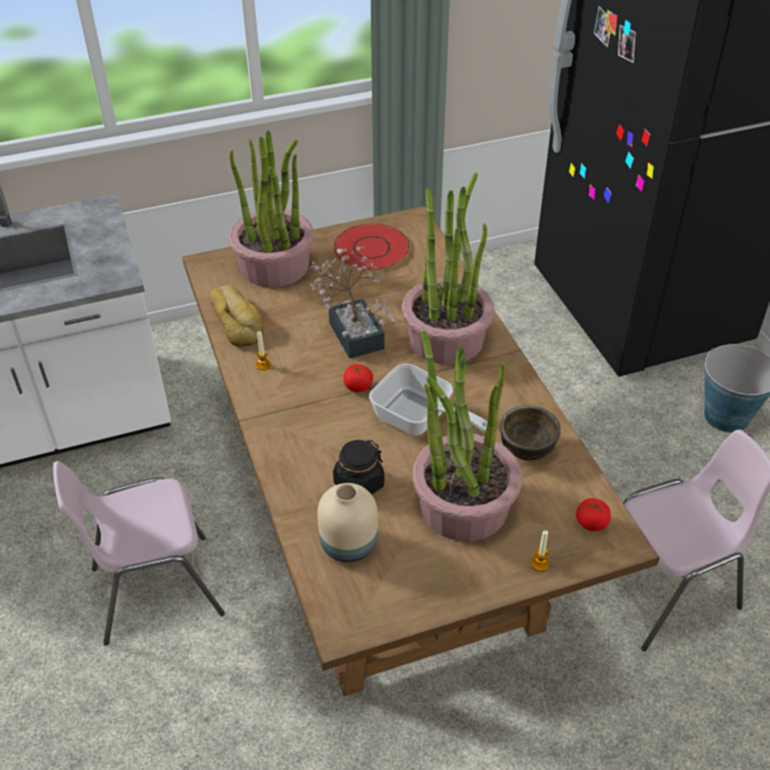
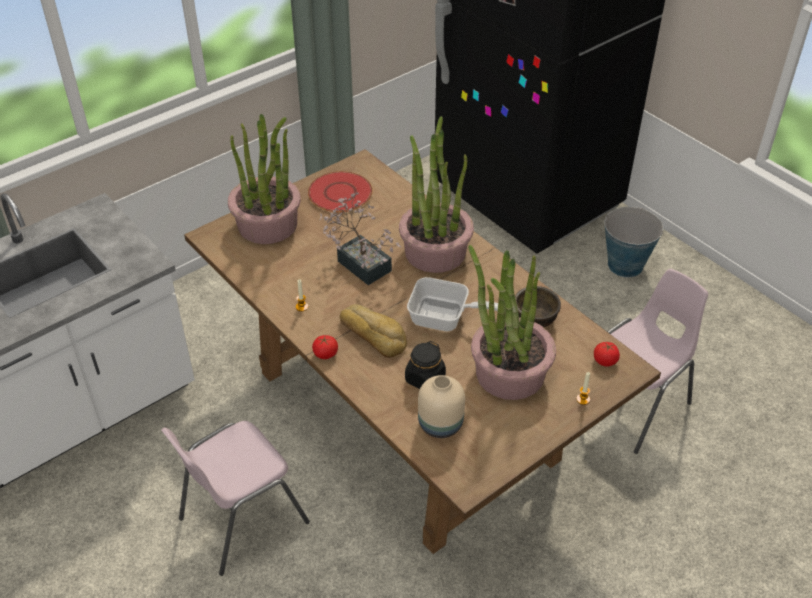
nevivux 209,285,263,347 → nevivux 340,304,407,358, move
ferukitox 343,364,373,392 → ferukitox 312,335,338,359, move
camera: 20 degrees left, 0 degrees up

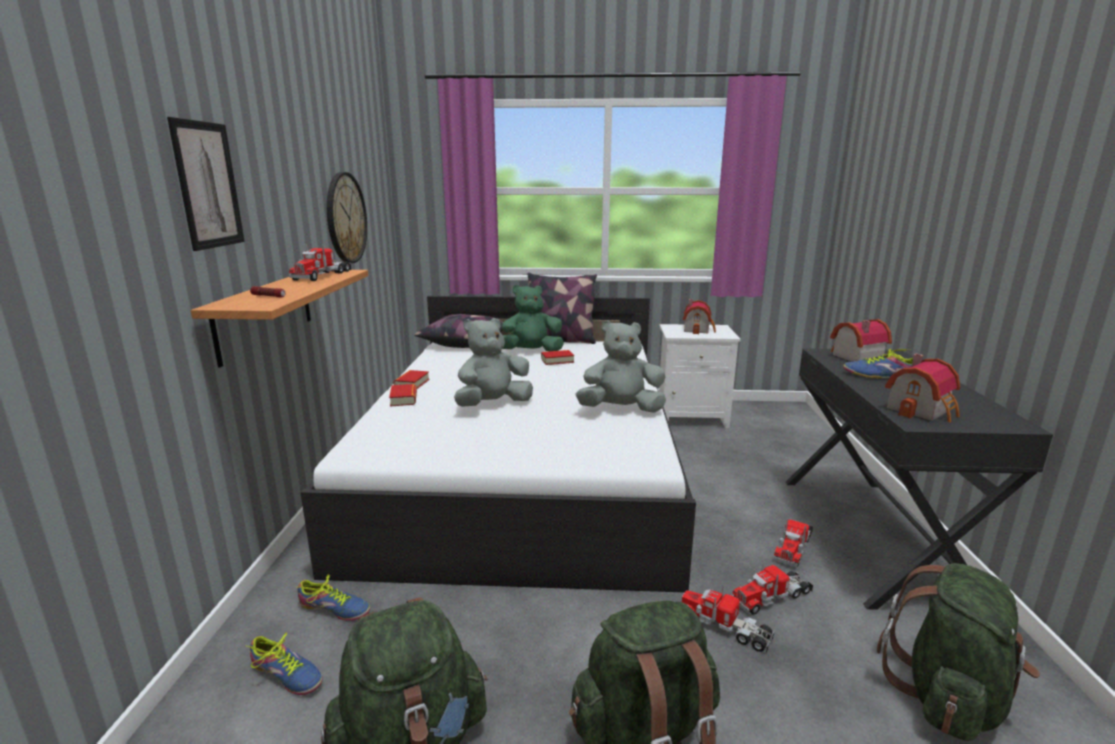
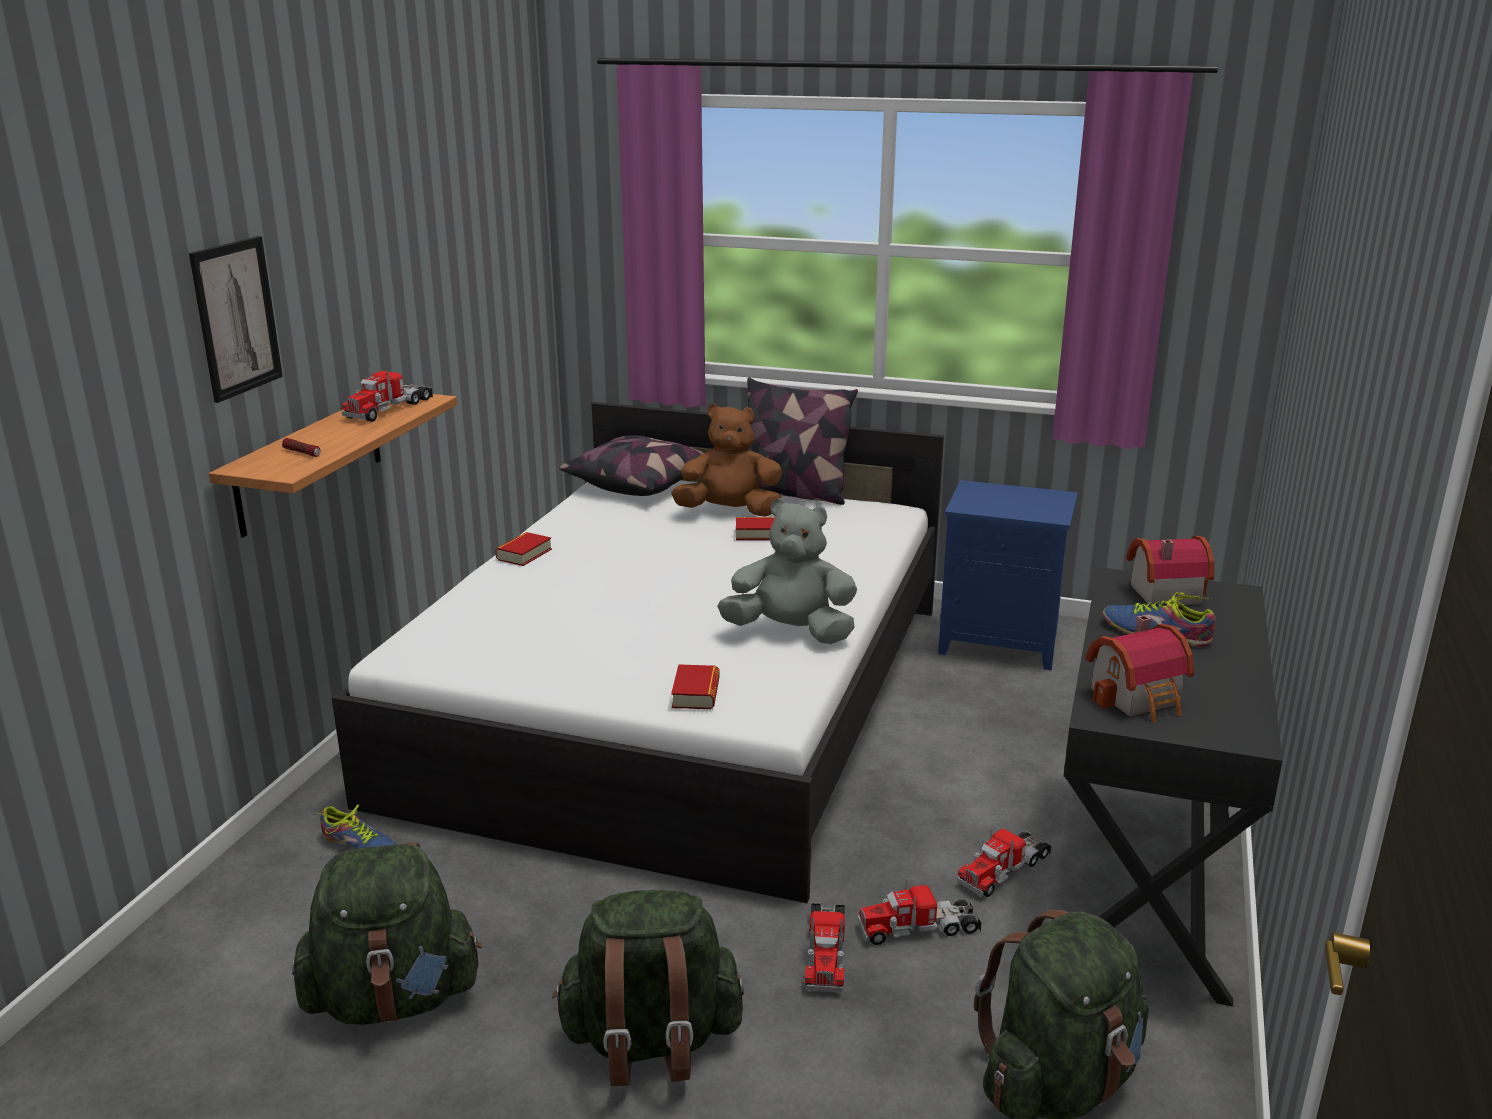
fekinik 245,633,322,695 → -
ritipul 327,172,367,263 → -
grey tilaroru 454,318,533,407 → -
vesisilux 683,299,716,334 → -
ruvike 389,384,417,406 → ruvike 671,664,719,709, move
green tilaroru 502,285,564,351 → brown tilaroru 671,403,782,517
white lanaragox 659,324,741,428 → blue lanaragox 938,480,1078,670
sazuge 682,586,775,653 → sazuge 805,902,845,993, 135 degrees counterclockwise
camera: 15 degrees right, 5 degrees up

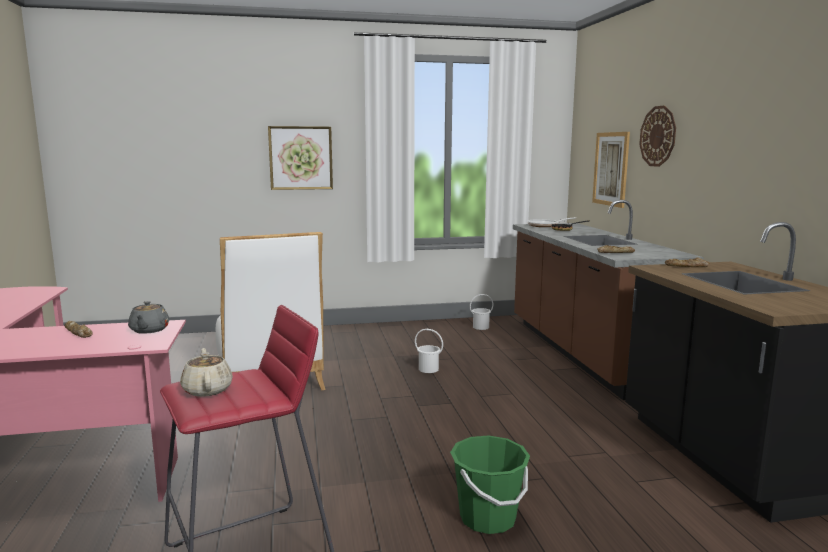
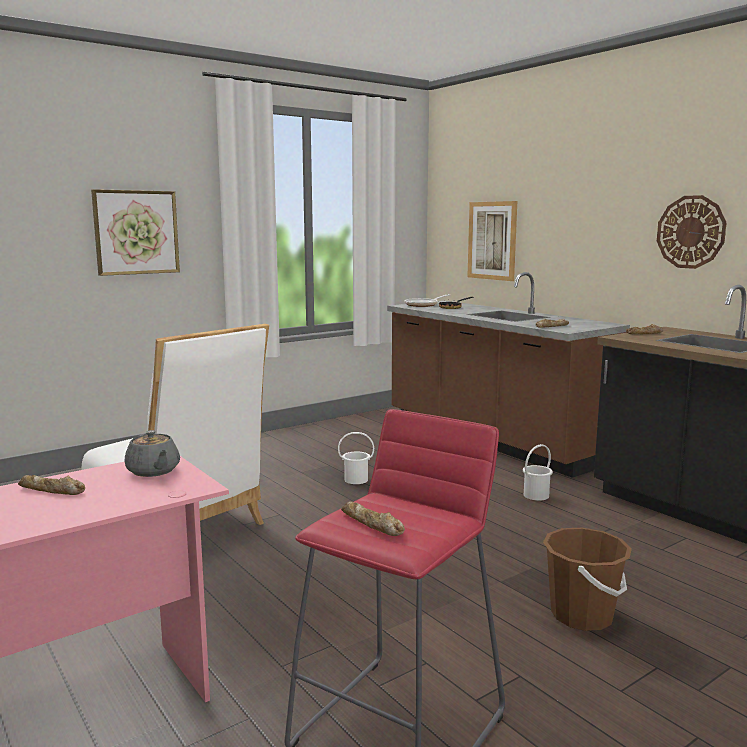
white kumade 470,294,493,330 → white kumade 523,444,553,501, move
ritipul 639,105,676,167 → ritipul 657,195,727,269, move
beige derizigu 180,348,233,397 → nevivux 341,501,405,536
green kumade 450,435,530,534 → brown kumade 543,528,632,631
camera: 25 degrees left, 0 degrees up

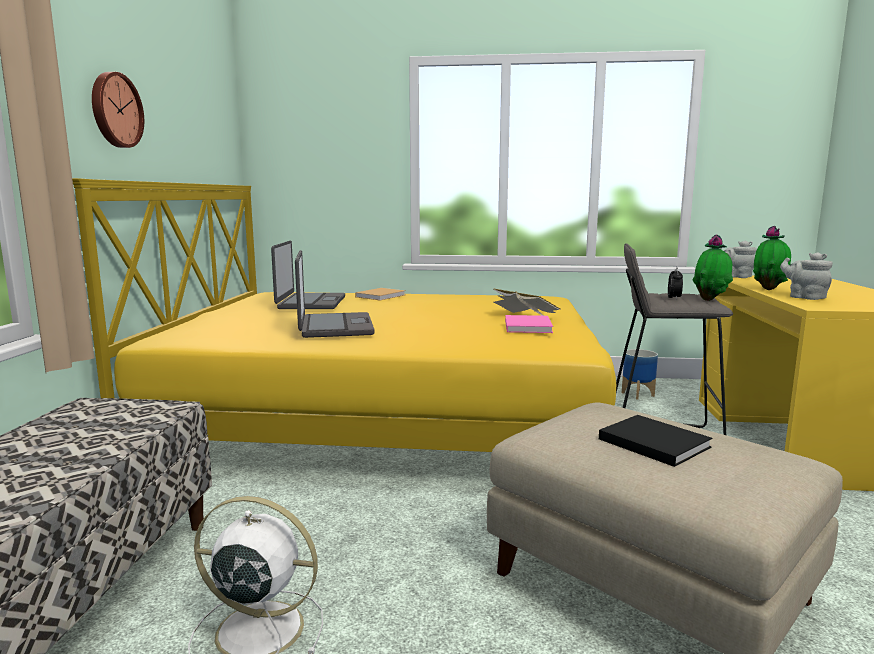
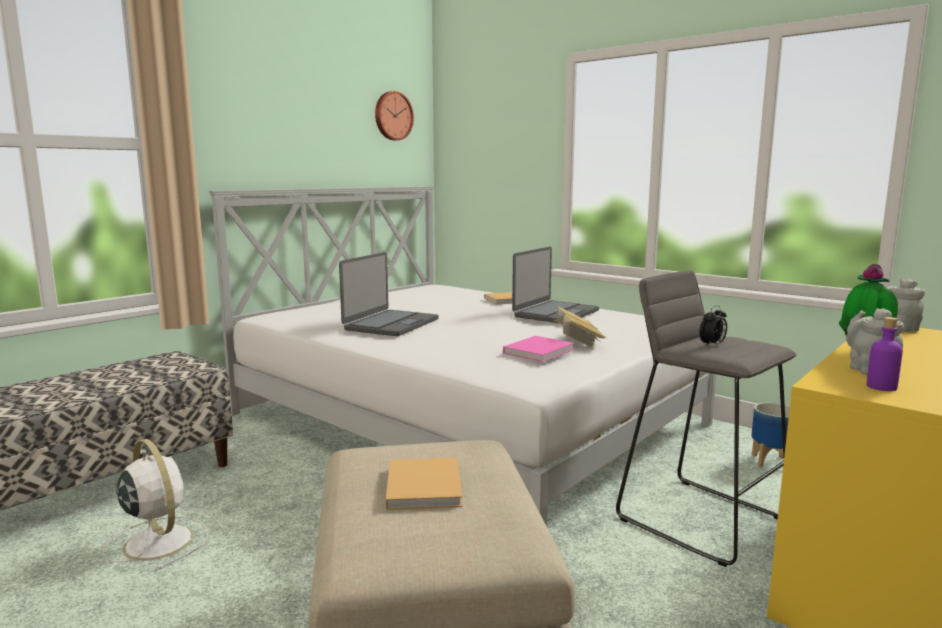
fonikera 693,234,733,301 → -
- → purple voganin 867,317,903,391
ritipul 92,72,144,148 → ritipul 375,91,414,140, move
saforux 271,240,345,309 → saforux 512,247,599,323, move
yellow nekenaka 72,178,616,452 → white nekenaka 209,186,716,526
black ruvike 599,415,712,467 → beige ruvike 386,458,462,510
camera: 35 degrees right, 0 degrees up

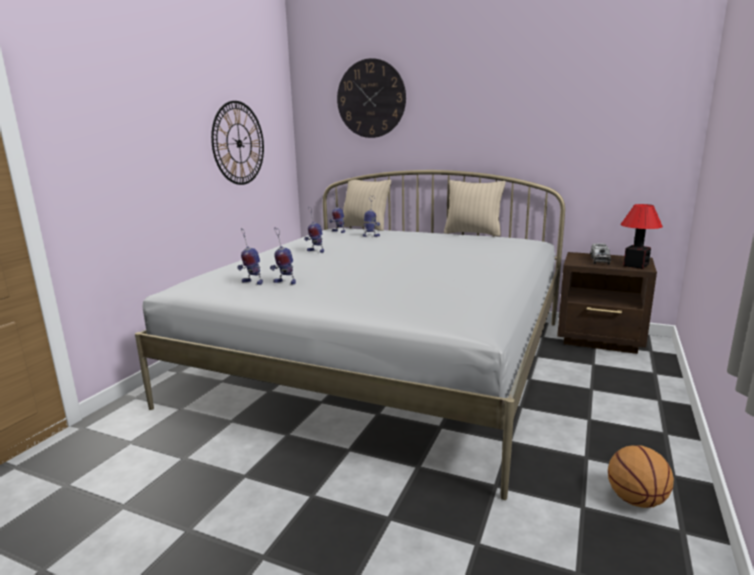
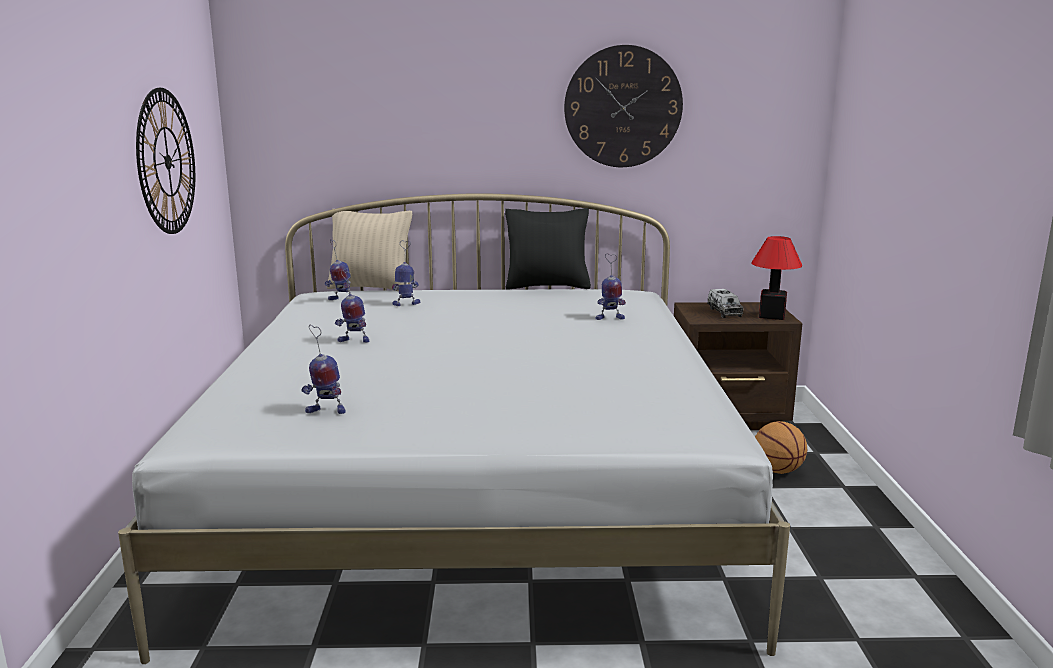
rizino 270,228,296,284 → rizino 595,254,626,320, move
ritipul 337,58,406,138 → ritipul 564,45,683,167, move
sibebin 608,445,674,508 → sibebin 755,421,807,474, move
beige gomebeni 444,180,506,237 → black gomebeni 505,208,591,290
camera: 25 degrees left, 0 degrees up

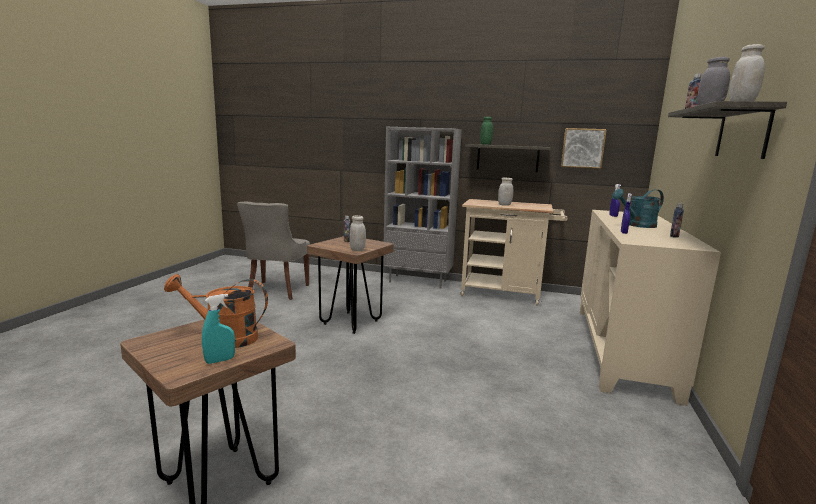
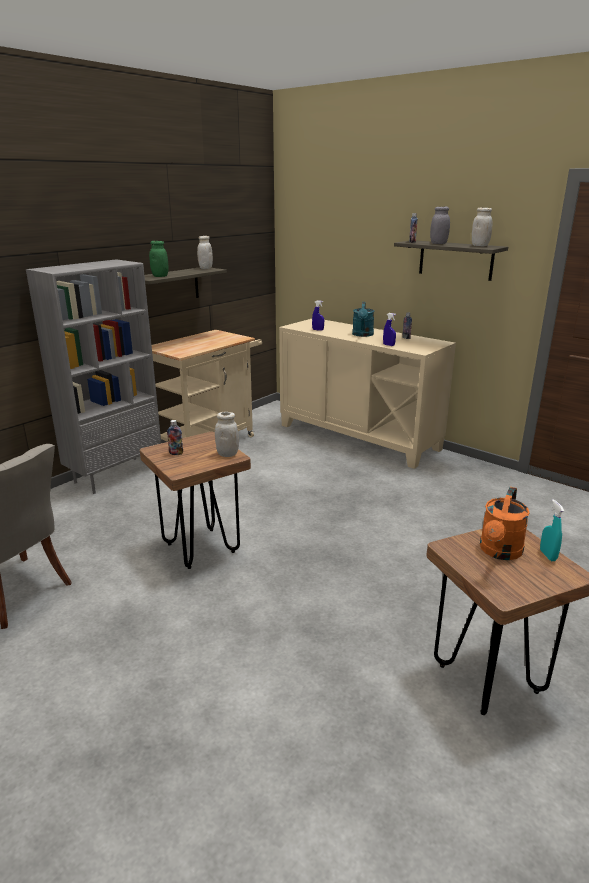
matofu 561,128,607,169 → -
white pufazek 498,177,513,206 → white pufazek 197,236,213,269, move
camera: 65 degrees left, 10 degrees up

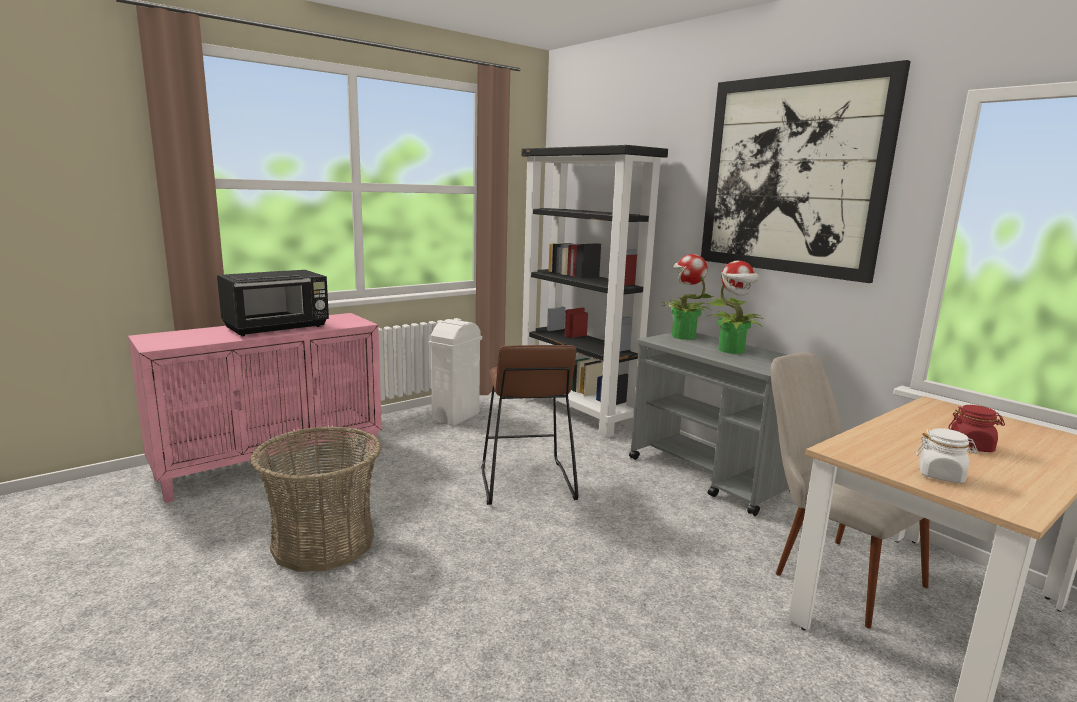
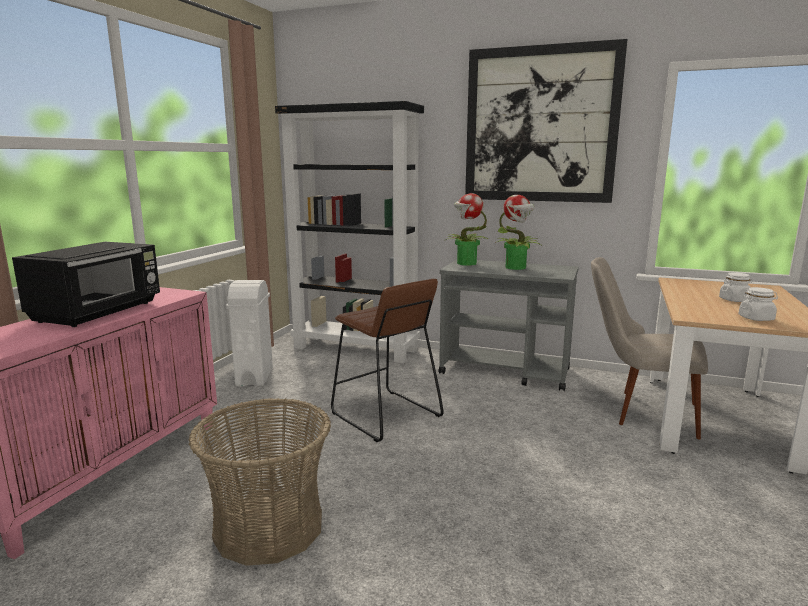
red pufazek 948,405,1005,452 → white pufazek 719,273,753,302
camera: 30 degrees left, 0 degrees up

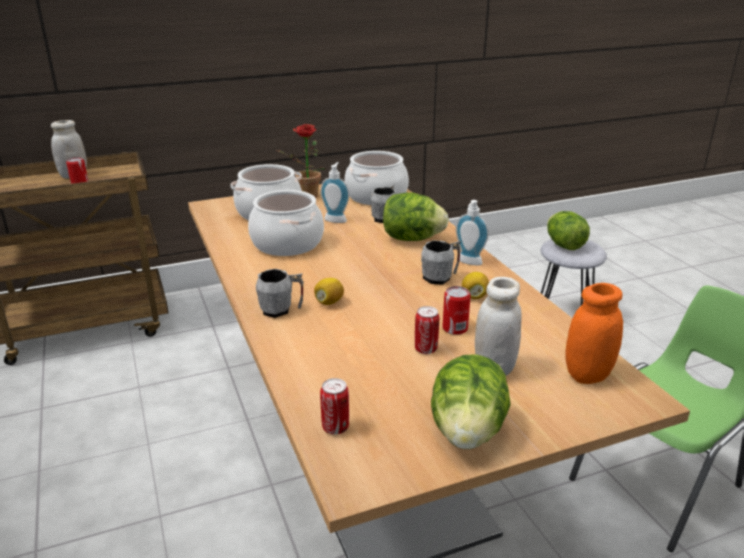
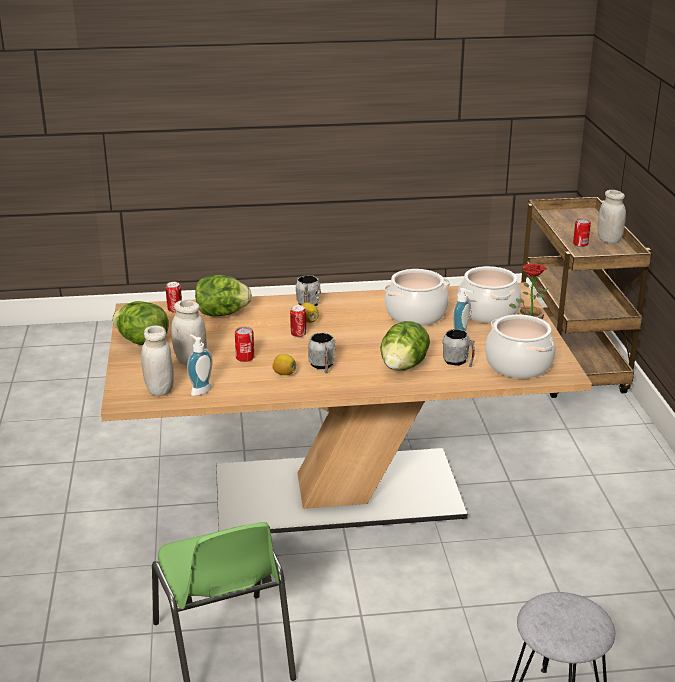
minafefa 415,306,439,354 → minafefa 290,305,306,337, move
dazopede 456,200,489,266 → dazopede 187,334,213,396, move
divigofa 547,211,590,250 → divigofa 195,275,252,317, move
orange pufazek 565,283,623,384 → white pufazek 141,325,174,396
camera: 105 degrees right, 0 degrees up

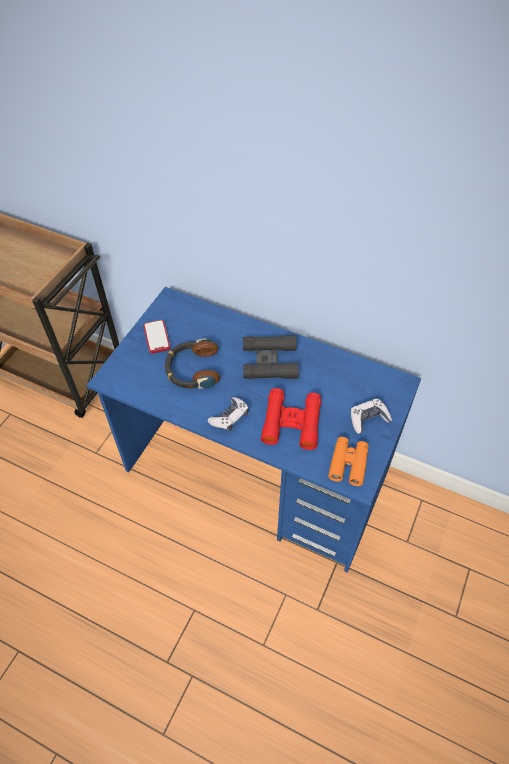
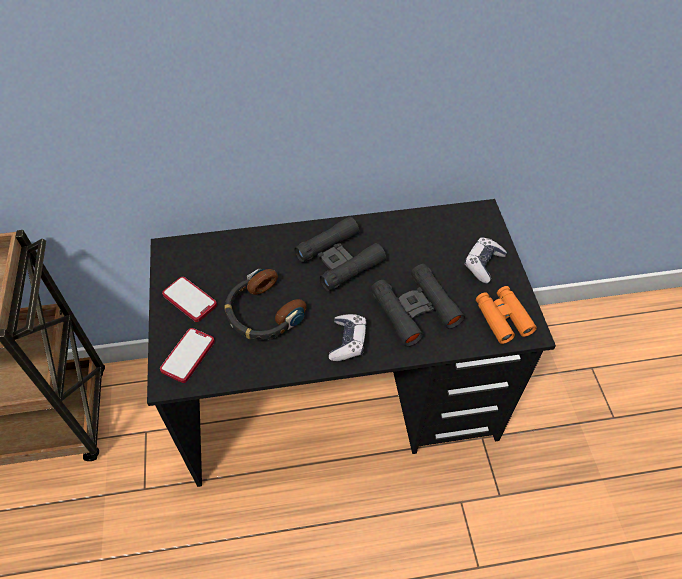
- → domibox 160,328,215,383
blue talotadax 87,287,421,573 → black talotadax 147,199,556,487
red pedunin 261,388,321,450 → black pedunin 371,264,465,347
camera: 35 degrees left, 0 degrees up

